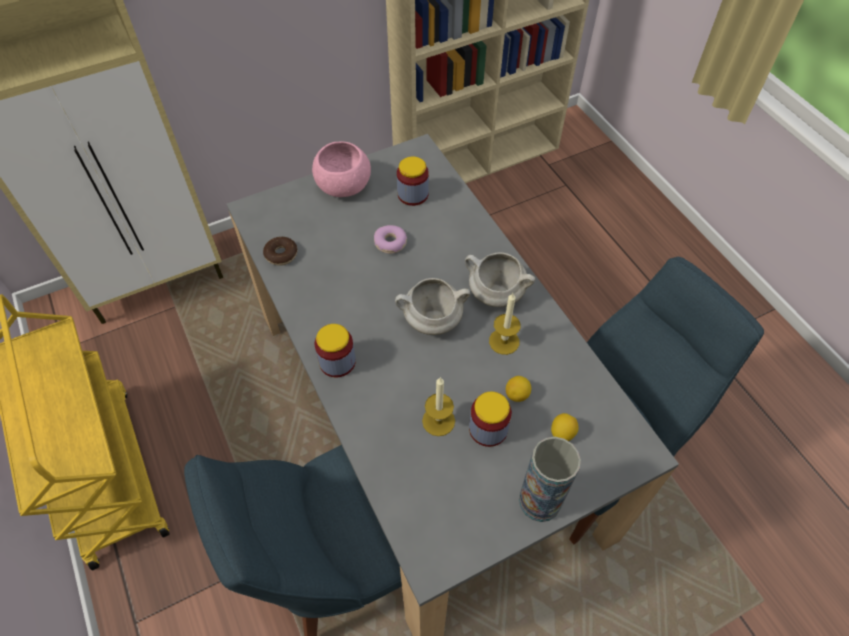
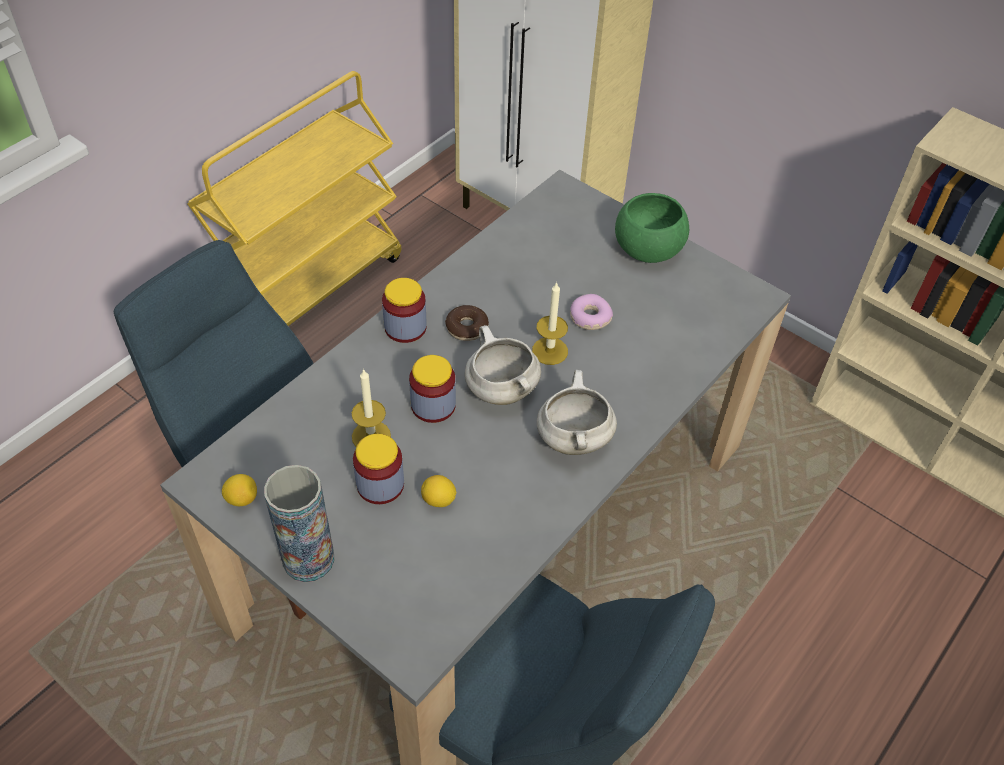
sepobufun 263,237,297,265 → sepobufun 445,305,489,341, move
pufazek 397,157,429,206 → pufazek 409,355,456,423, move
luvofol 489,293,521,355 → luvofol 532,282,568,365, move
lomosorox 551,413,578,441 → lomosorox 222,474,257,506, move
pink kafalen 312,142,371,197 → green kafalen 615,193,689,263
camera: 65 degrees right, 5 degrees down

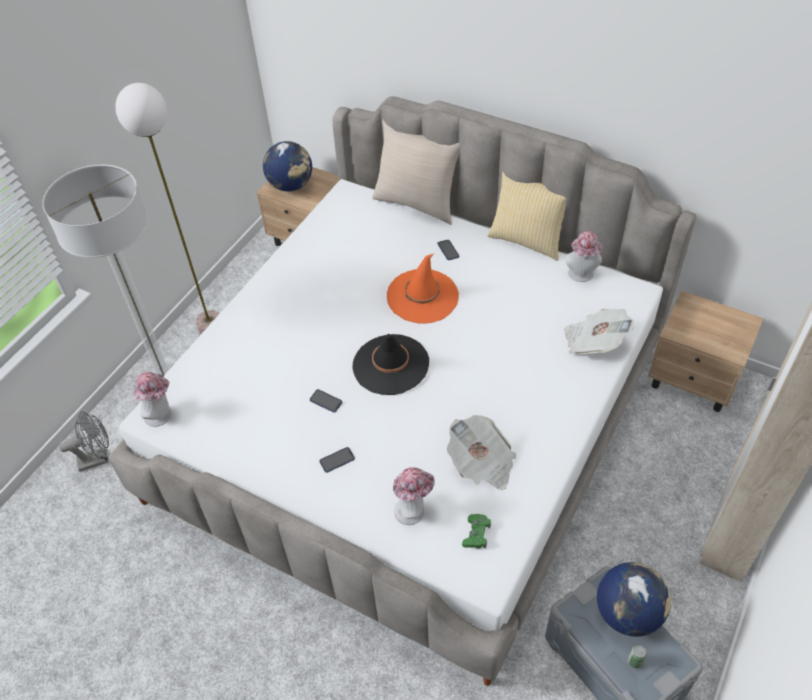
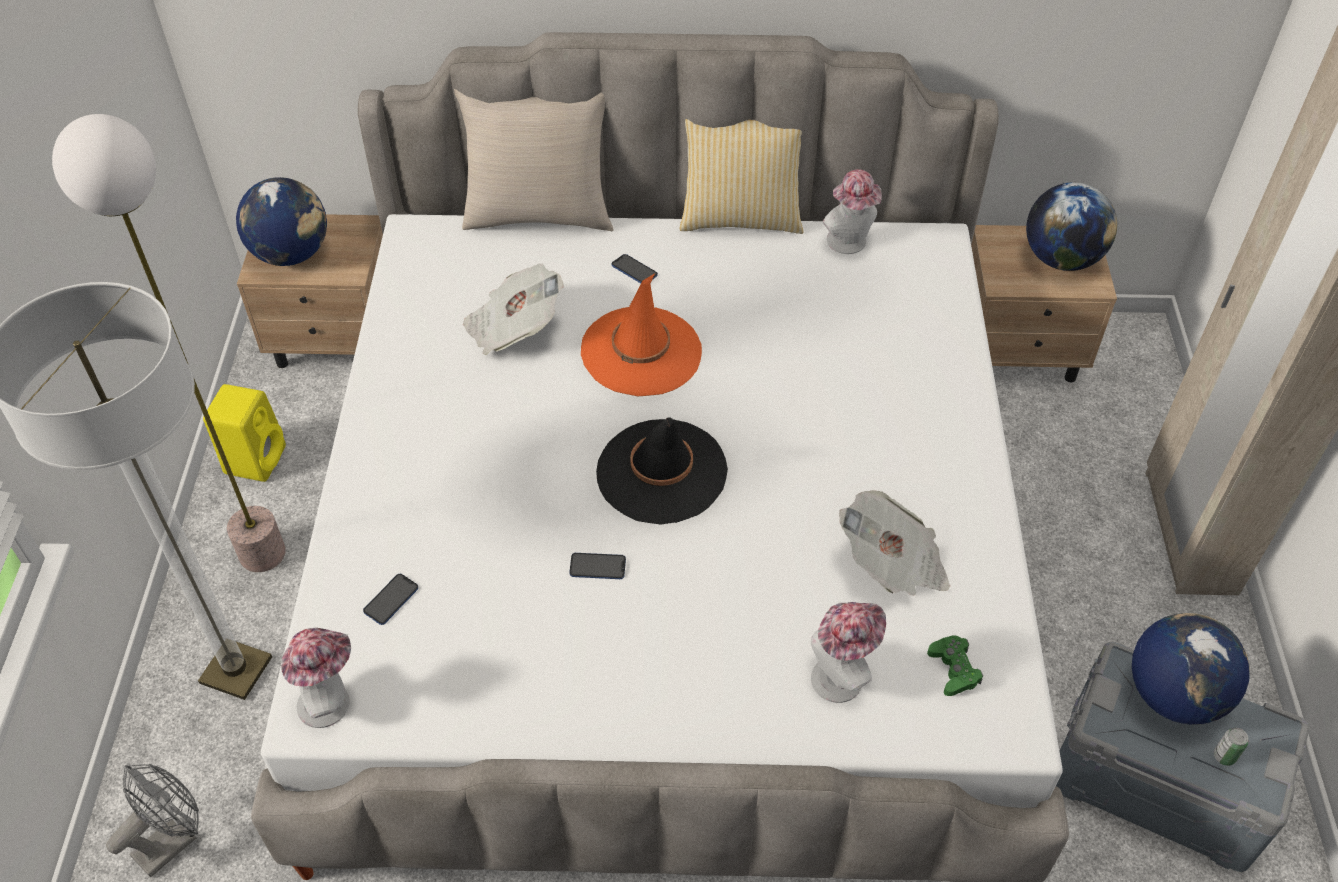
- → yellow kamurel 203,384,286,482
- → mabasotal 1026,182,1117,271
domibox 319,447,355,473 → domibox 363,574,418,625, move
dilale 564,309,634,354 → dilale 463,264,564,355, move
camera: 30 degrees left, 0 degrees up

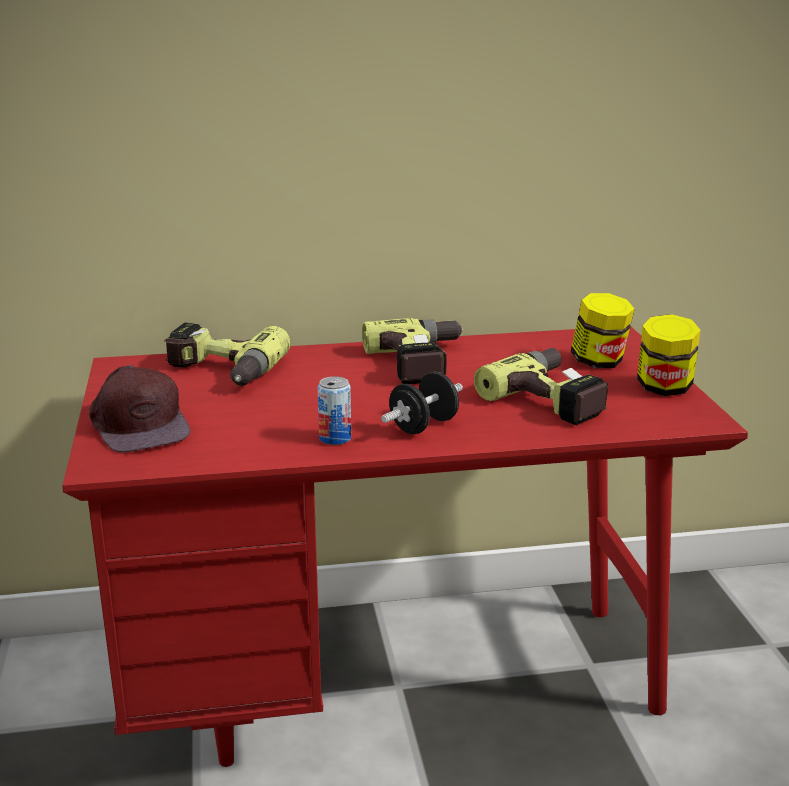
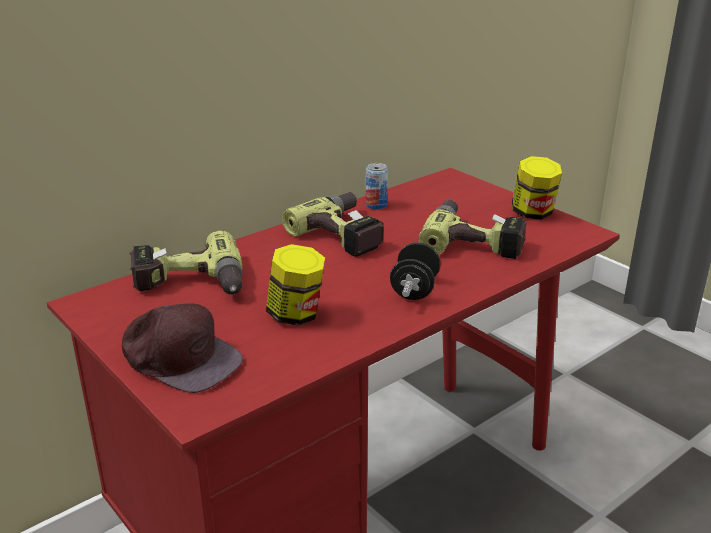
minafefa 318,376,351,445 → minafefa 365,163,388,210, move
pufazek 571,293,635,368 → pufazek 266,244,325,326, move
camera: 30 degrees left, 5 degrees up

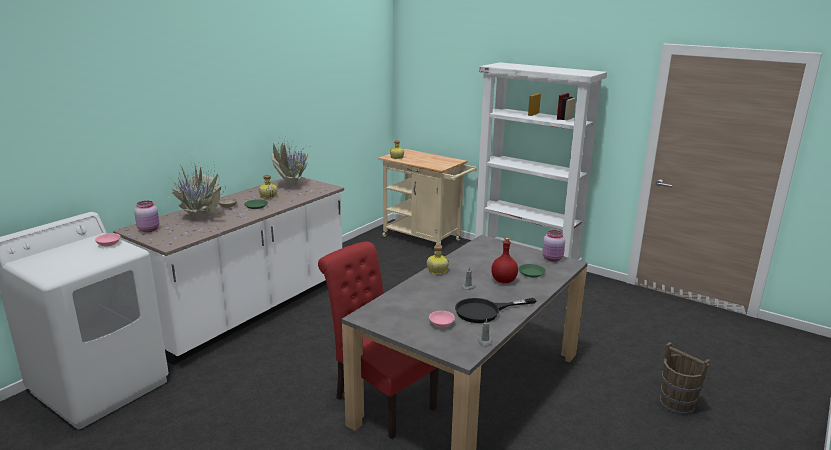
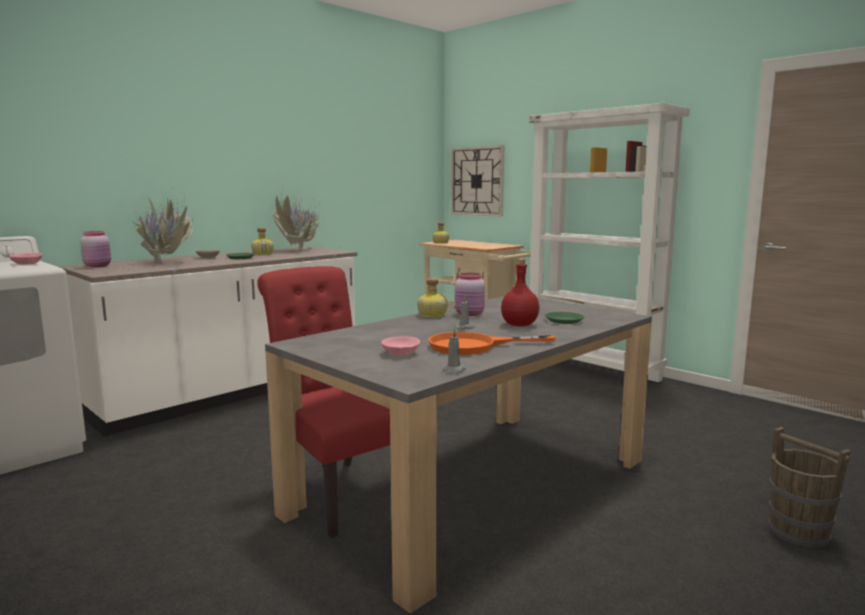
- → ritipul 451,145,505,217
pink pufazek 542,230,565,262 → pink pufazek 455,273,485,316, move
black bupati 455,298,536,323 → orange bupati 428,332,556,355
camera: 10 degrees right, 10 degrees down

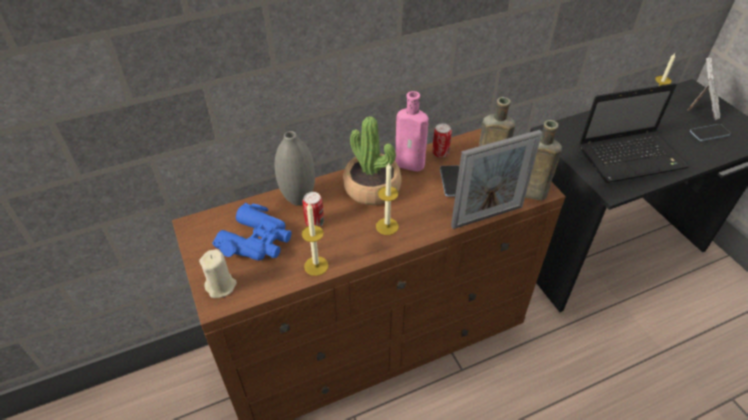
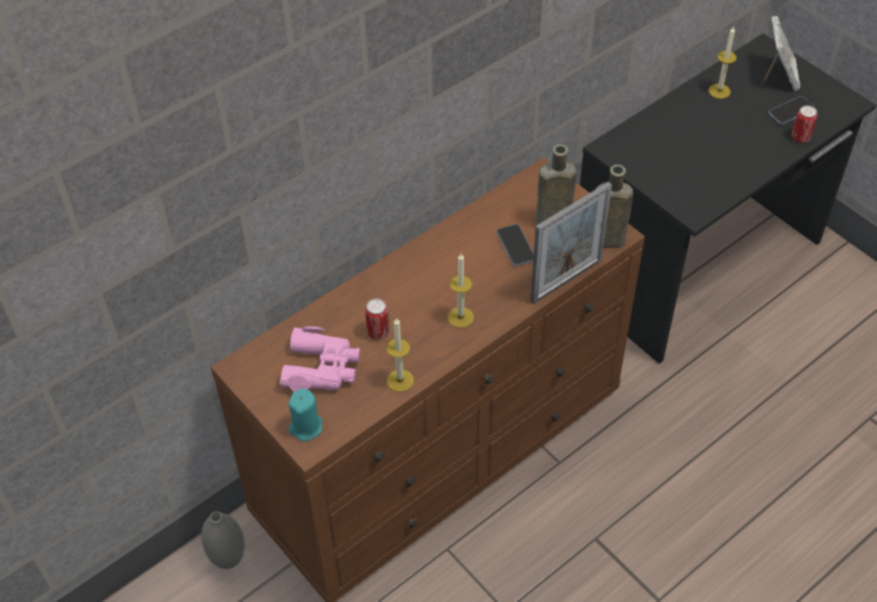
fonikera 343,116,402,205 → -
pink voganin 395,91,429,172 → -
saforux 579,83,689,183 → -
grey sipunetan 274,131,315,206 → grey sipunetan 201,511,245,569, move
minafefa 433,123,452,158 → minafefa 792,105,817,143, move
beige luvofol 199,249,237,298 → turquoise luvofol 288,388,322,442
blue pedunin 212,203,292,261 → pink pedunin 279,326,360,392
camera: 15 degrees left, 5 degrees up

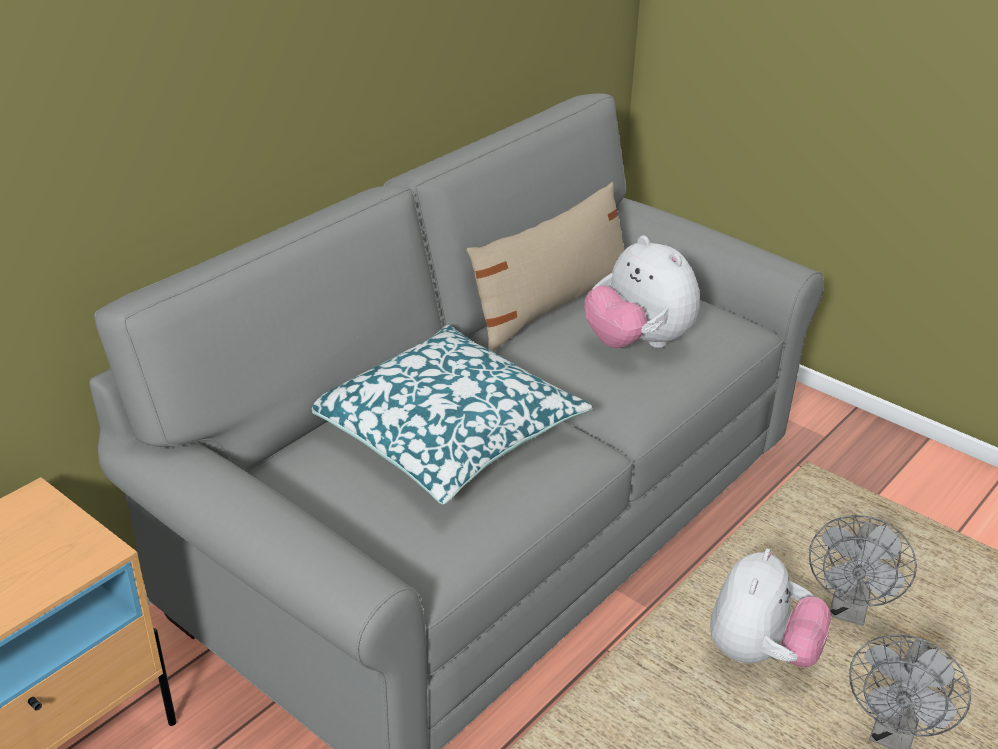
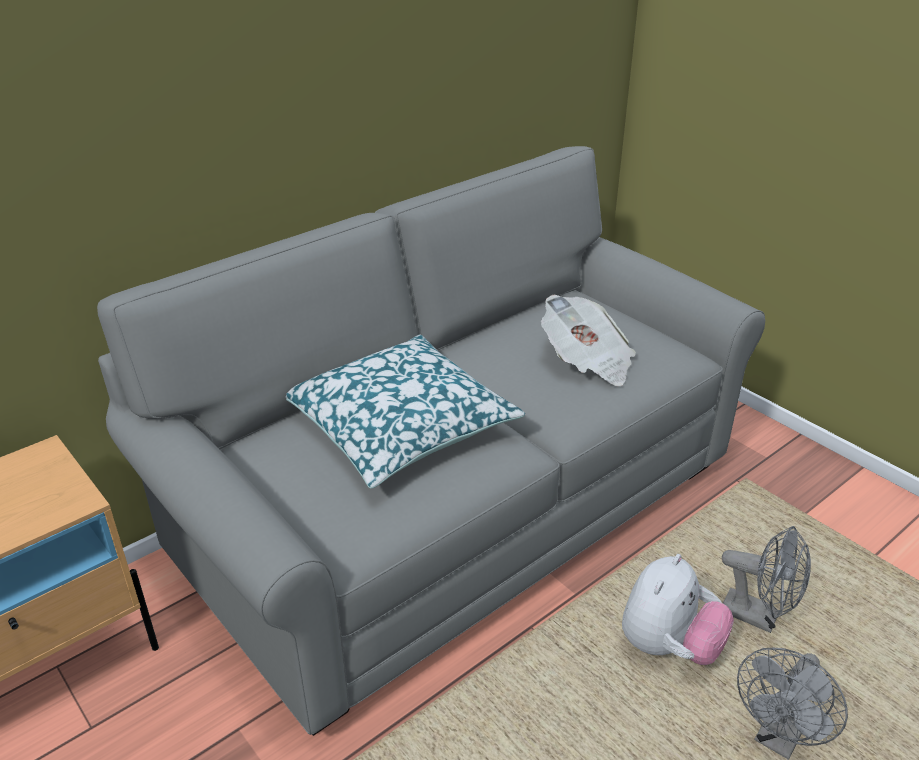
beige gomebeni 467,182,624,352 → -
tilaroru 584,235,700,348 → dilale 541,295,636,386
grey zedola 809,515,917,626 → grey zedola 722,526,811,633, 90 degrees counterclockwise
camera: 10 degrees right, 0 degrees up

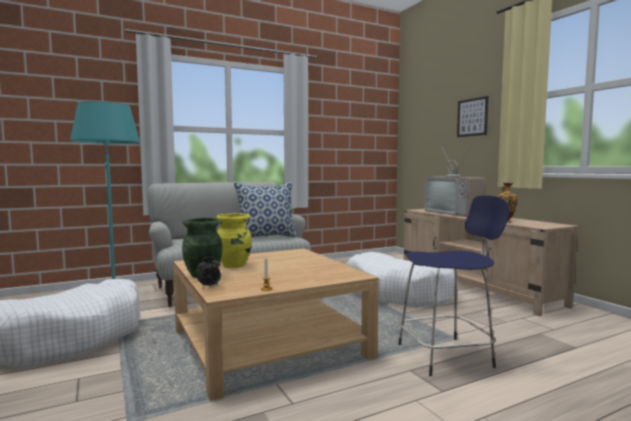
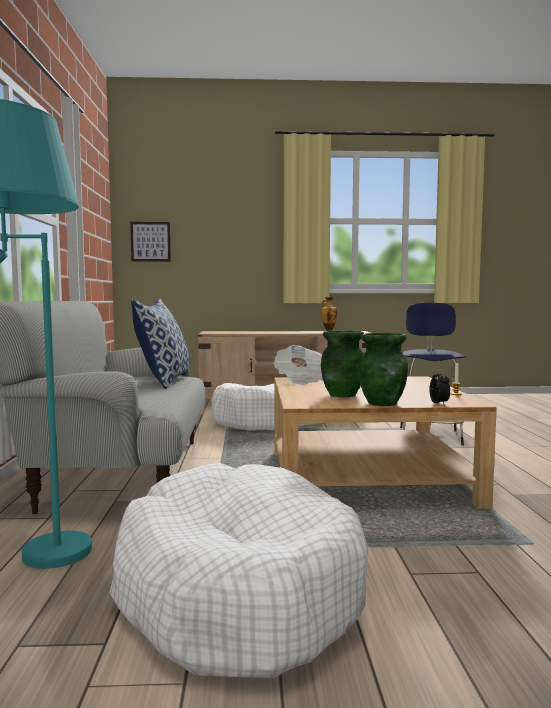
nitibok 425,147,485,217 → -
- → dilale 273,345,323,385
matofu 457,96,488,137 → matofu 130,222,171,262, move
yellow sipunetan 216,213,251,268 → green sipunetan 321,330,364,397
camera: 65 degrees left, 0 degrees up

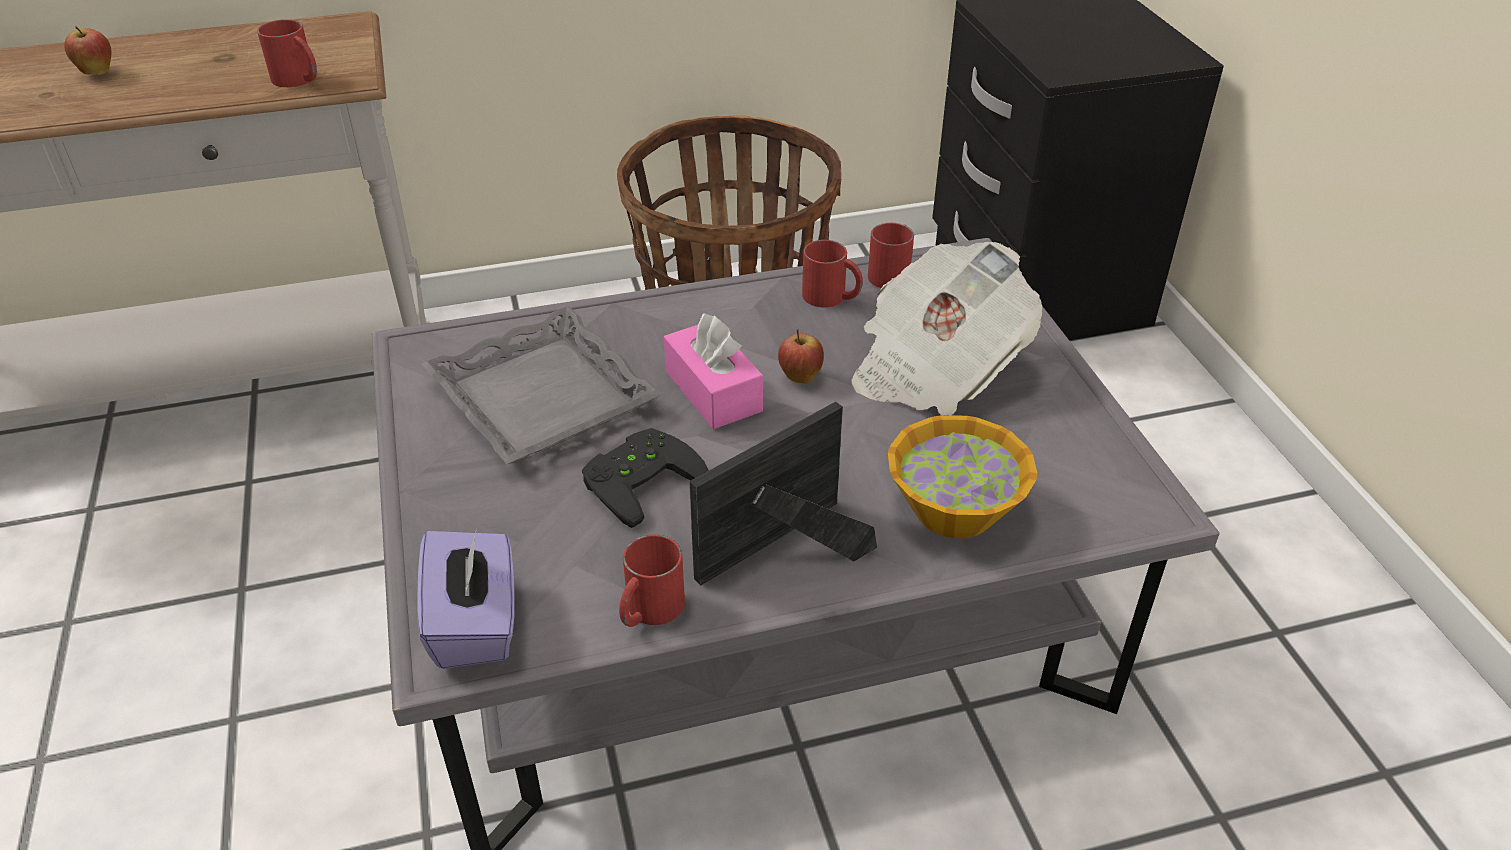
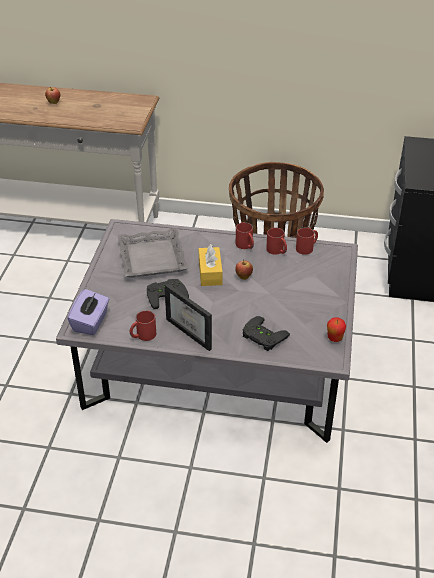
dilale 851,242,1042,415 → -
- → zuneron 327,317,346,342
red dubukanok 257,19,317,87 → red dubukanok 236,222,254,249, move
kafalen 888,415,1037,538 → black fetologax 242,316,290,351
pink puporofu 664,313,763,429 → yellow puporofu 199,244,223,286
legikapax 689,402,877,585 → legikapax 164,283,212,351, 120 degrees counterclockwise
camera: 25 degrees right, 0 degrees up

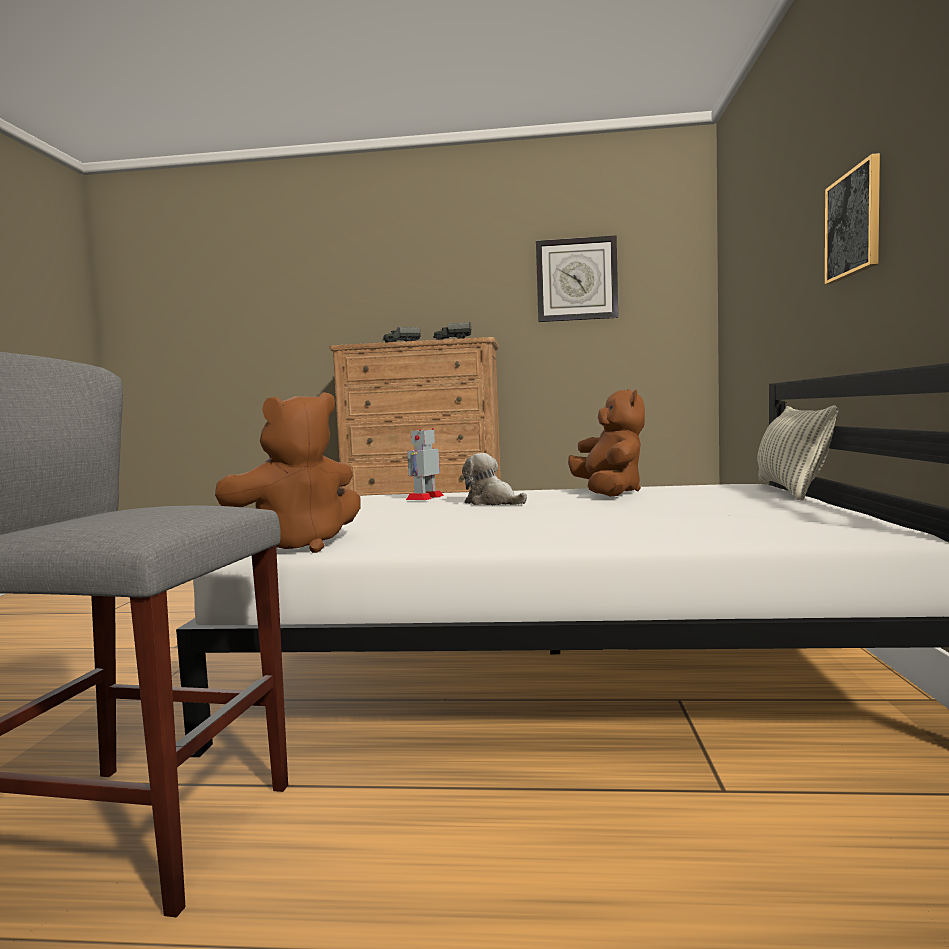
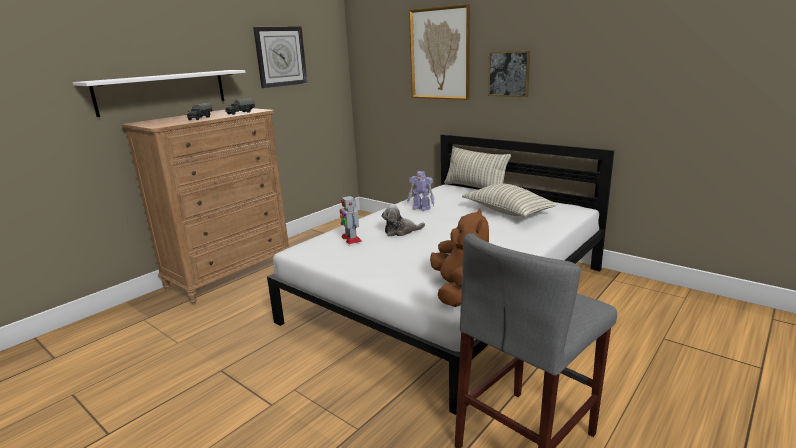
- → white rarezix 73,70,245,117
- → matofu 409,4,470,100
- → gomebeni 462,183,557,217
brown tilaroru 568,389,645,497 → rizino 407,171,435,211
camera: 55 degrees left, 15 degrees up

